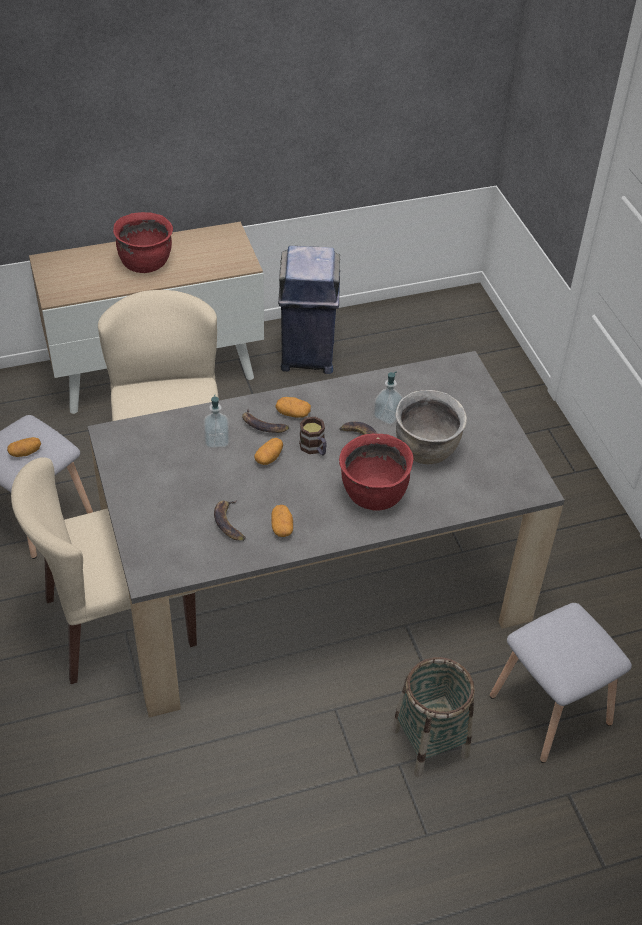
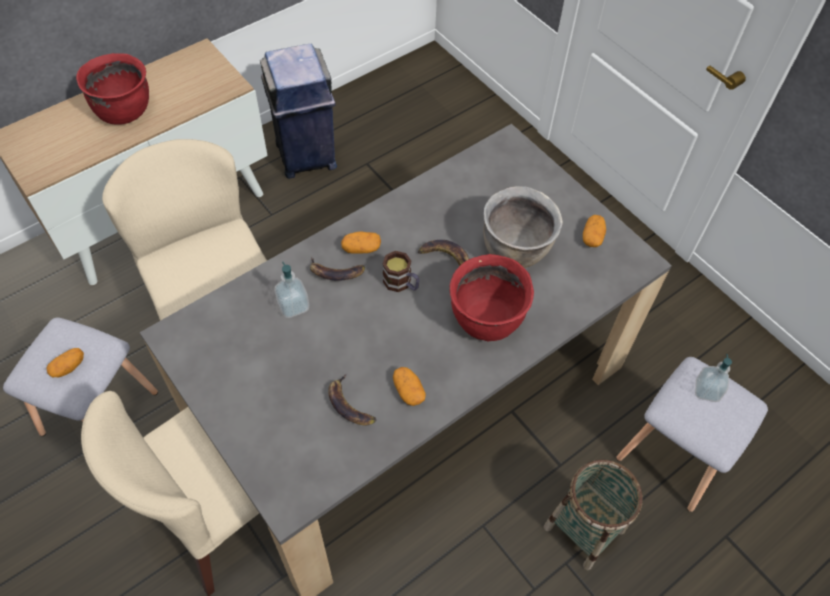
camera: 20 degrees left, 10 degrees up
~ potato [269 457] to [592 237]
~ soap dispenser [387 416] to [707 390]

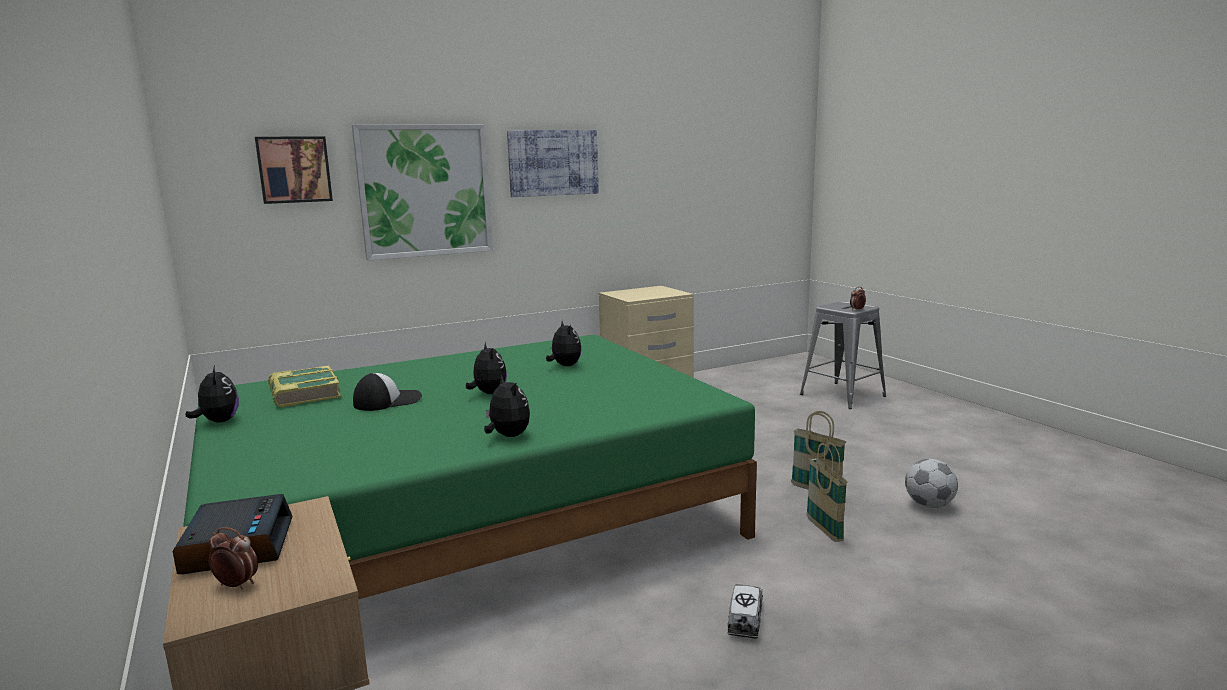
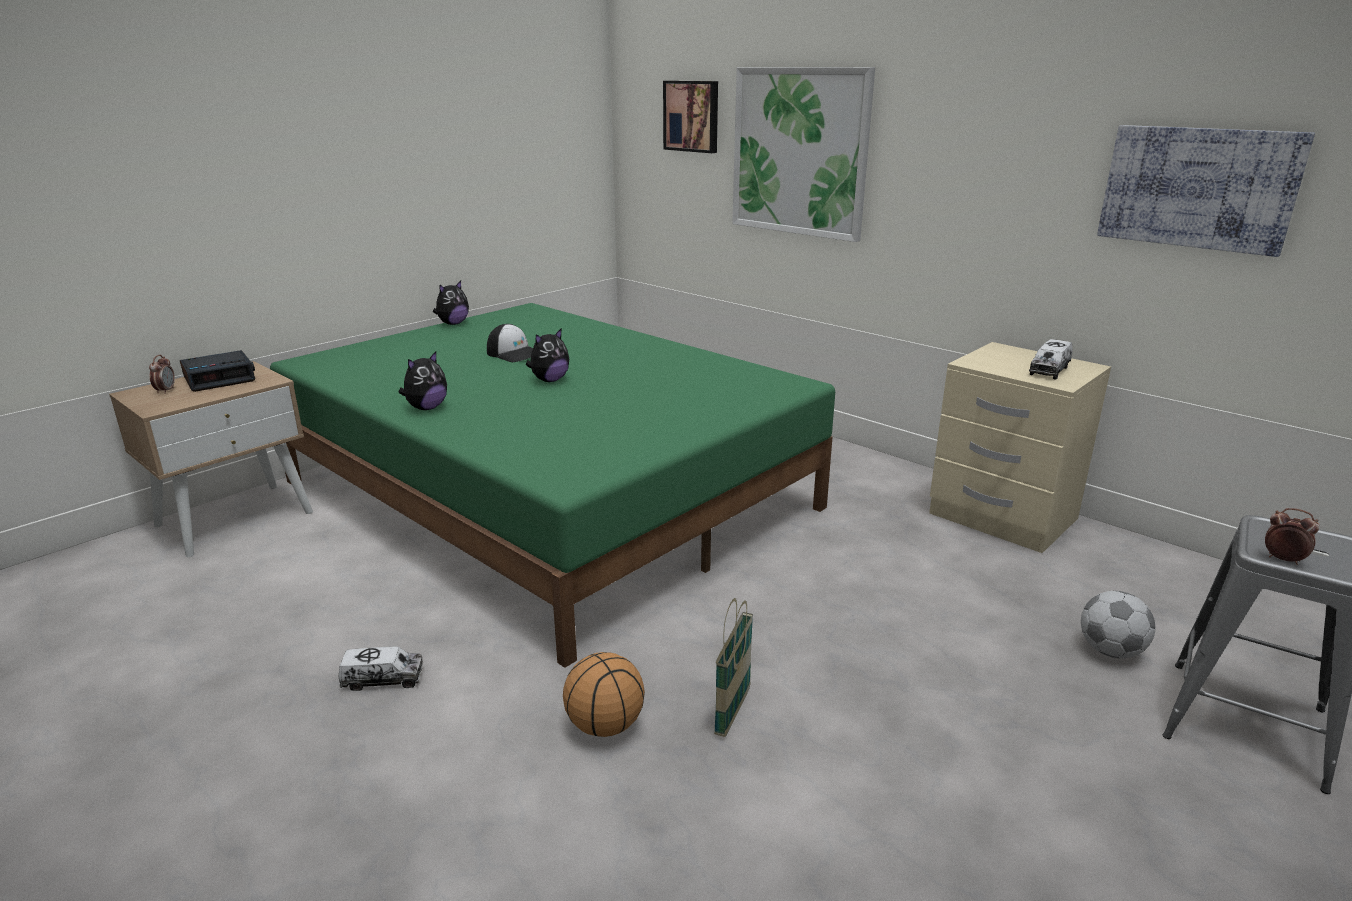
camera: 70 degrees right, 10 degrees up
~ basket [824 530] to basketball [604 726]
+ toy truck [1049 370]
~ football [928 505] to [1110 650]
~ picture [553 163] to [1198 188]
- book [304 394]
- plush toy [564 366]

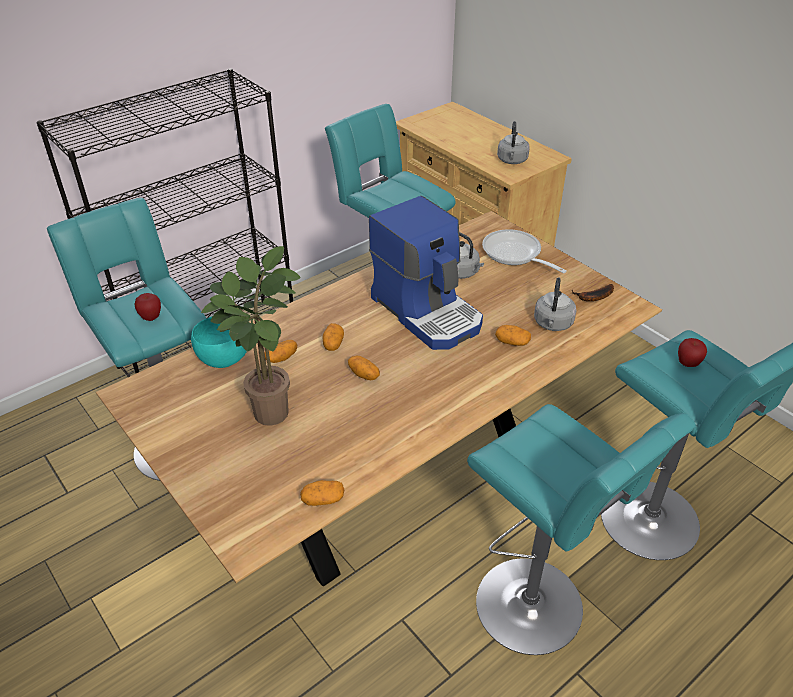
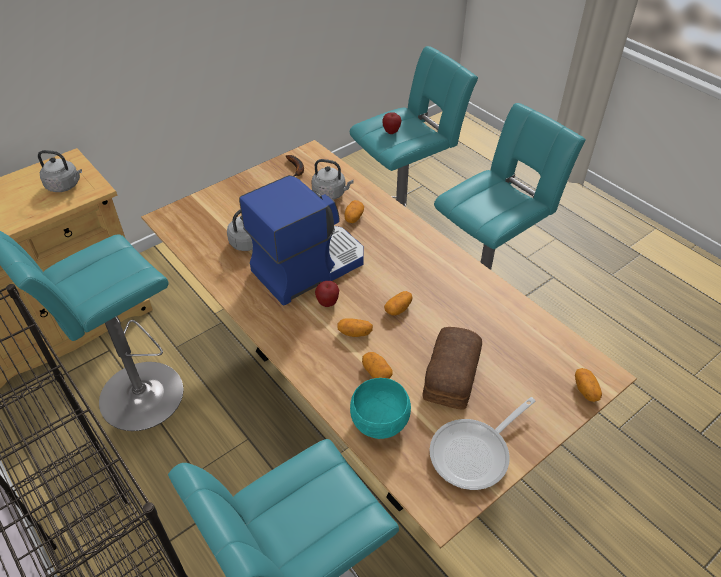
camera: 90 degrees left, 5 degrees up
~ apple [151 317] to [327 303]
~ potted plant [268 409] to bread [450 376]
~ frying pan [515 254] to [475 453]
~ potato [323 500] to [585 390]

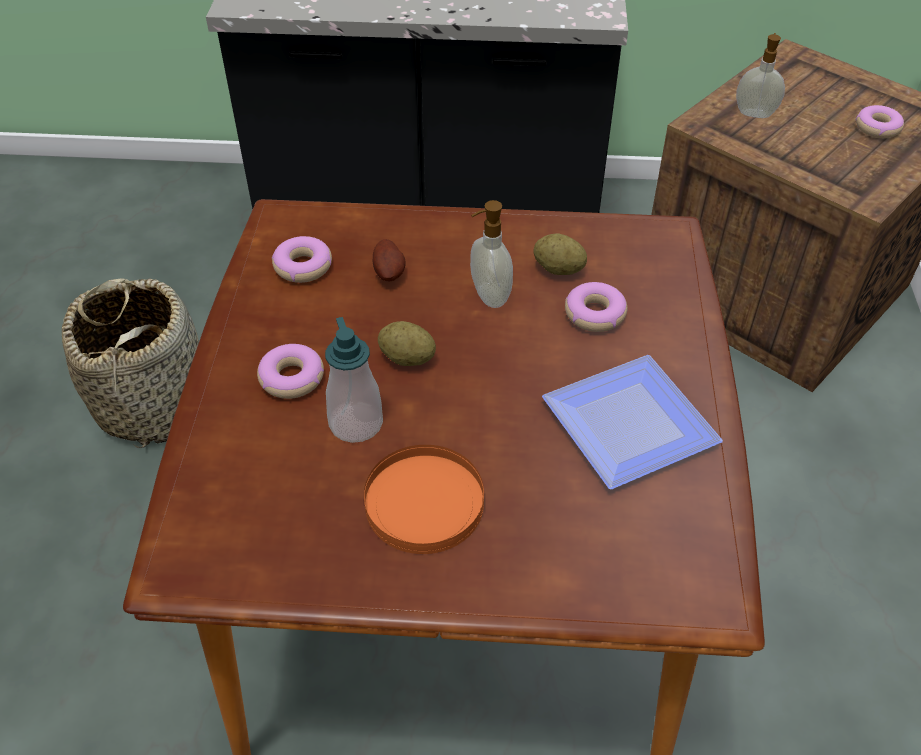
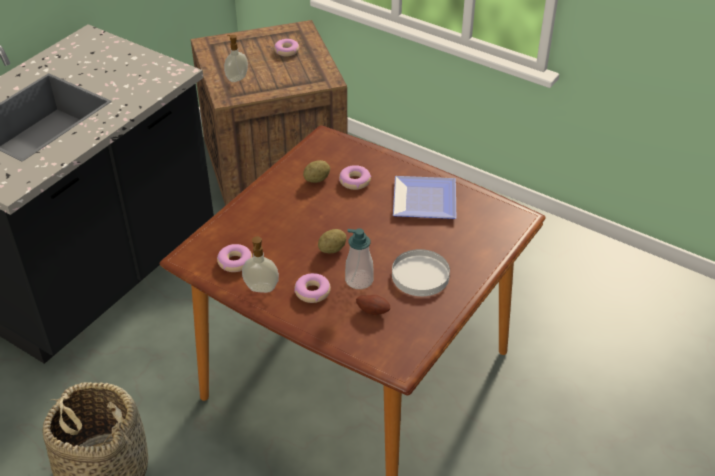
camera: 60 degrees left, 5 degrees down
~ soap dispenser [488 296] to [261 289]
~ potato [389 272] to [373 310]
~ orange plate [423 503] to white plate [420 275]

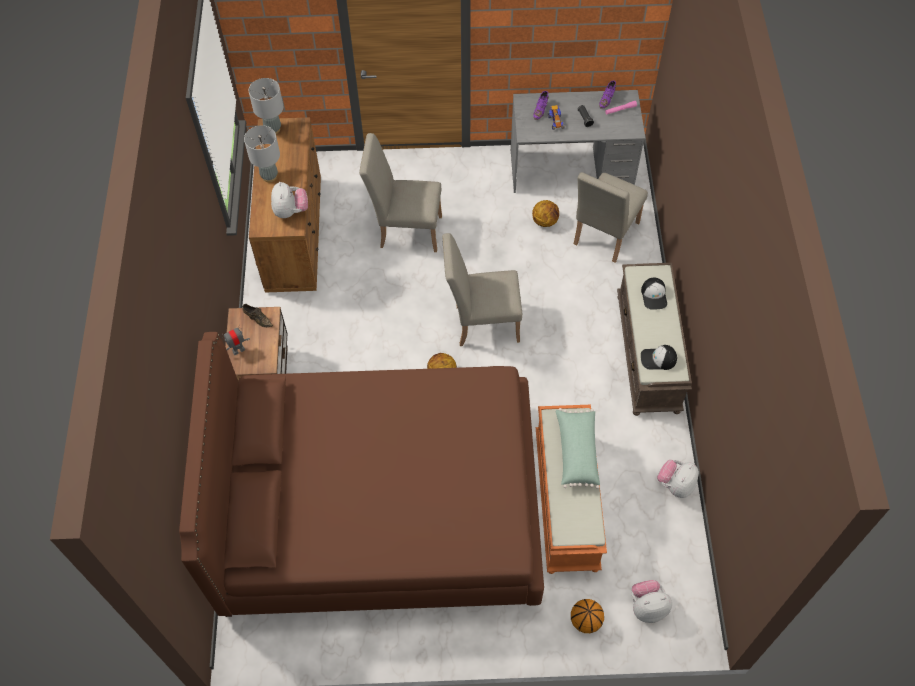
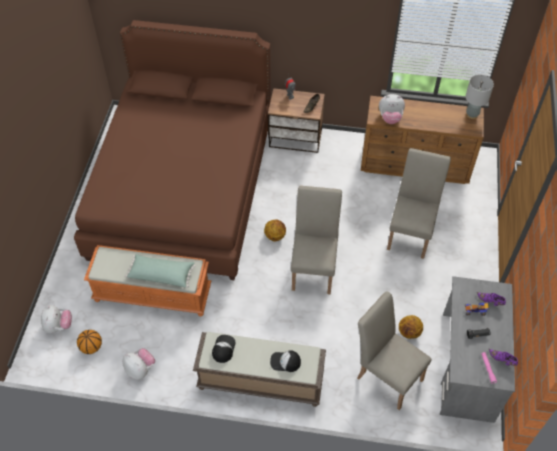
camera: 100 degrees right, 5 degrees down
~ basketball [585 621] to [91 347]
- grey table lamp [269 176]

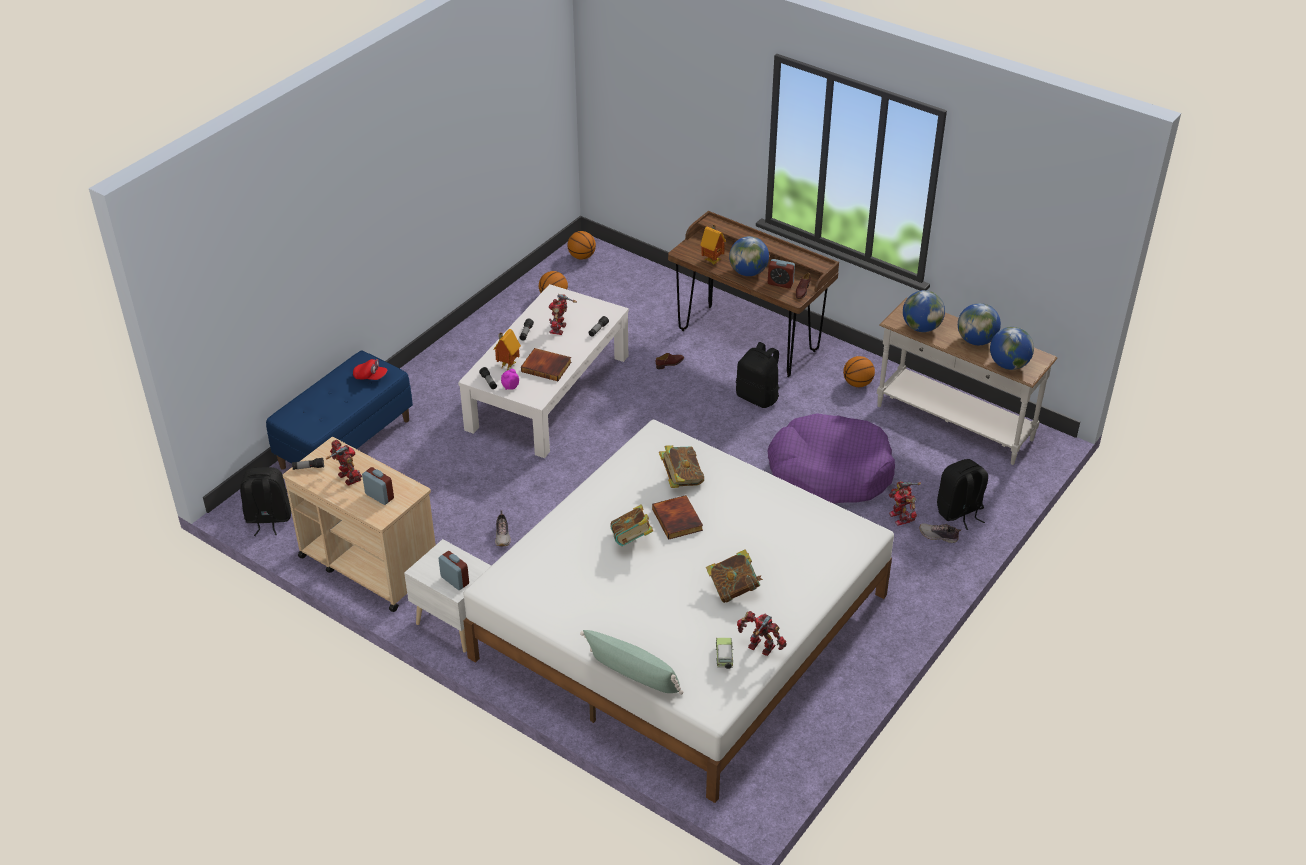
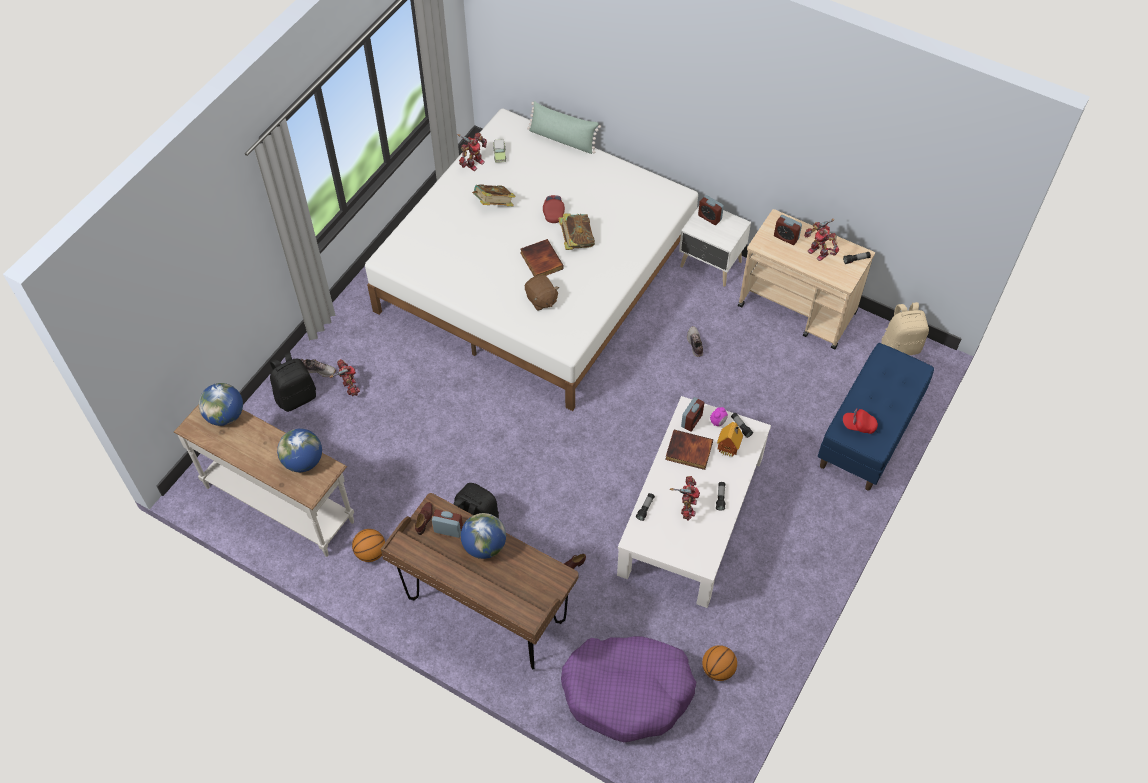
camera: 175 degrees right, 15 degrees up
~ toy robot [760 648] = [473 163] 75 degrees counterclockwise
~ book [681 479] to brown plush toy [541 299]
+ red cap [553 212]
~ purple dog bed [829 472] to [627 691]
+ alarm clock [691 421]
~ black backpack [268 519] to beige backpack [900 346]
- basketball [582 256]
- toy house [712 260]
- globe [976 340]

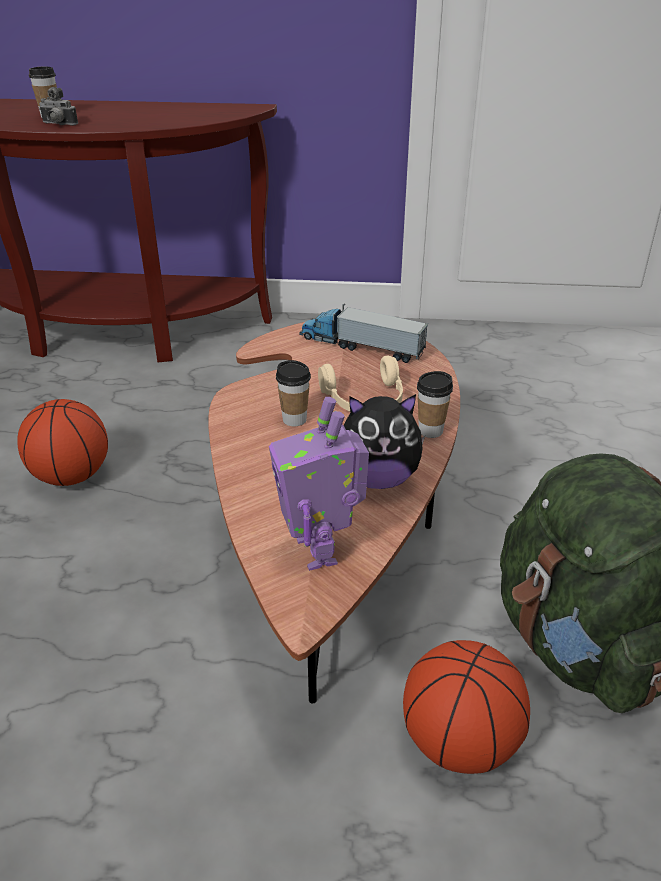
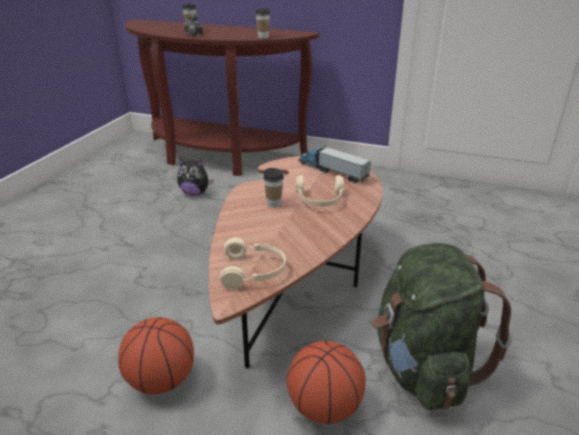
camera: 15 degrees right, 5 degrees down
~ basketball [71 476] to [161 381]
~ plush toy [378 479] to [195 193]
~ toy robot [320 550] to beige headphones [254 271]
~ cup [430 431] to [263 37]

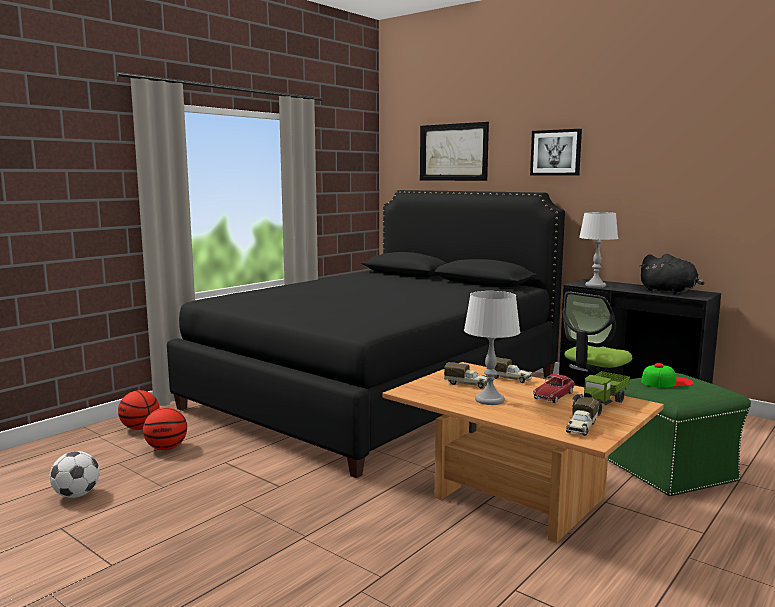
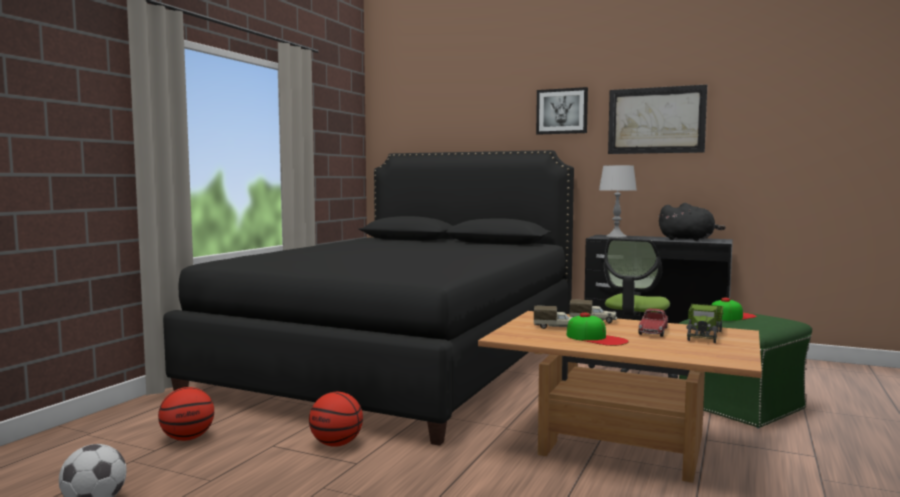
camera: 15 degrees left, 5 degrees down
~ basketball [140 428] to [336 444]
~ grey table lamp [489 400] to cap [596 338]
~ picture [453 152] to [656 120]
- toy truck [581 428]

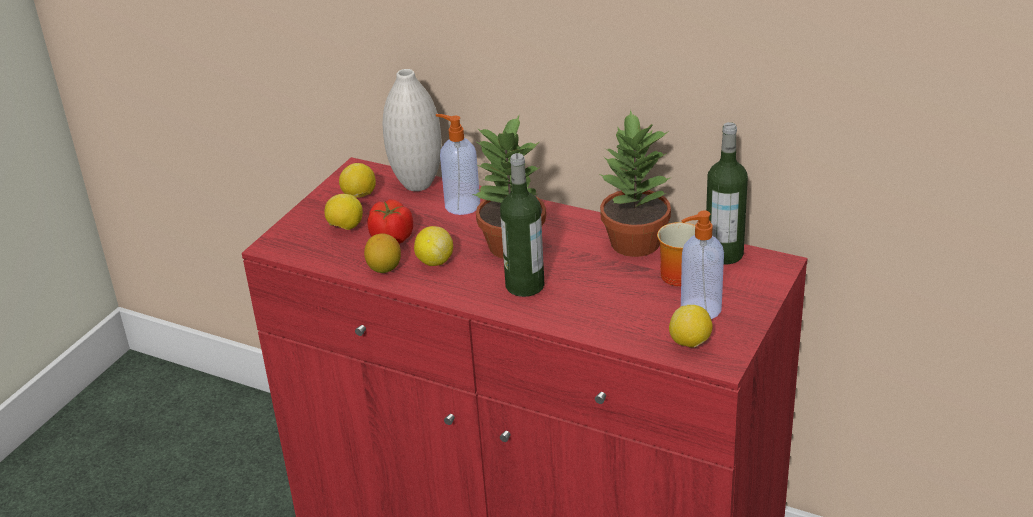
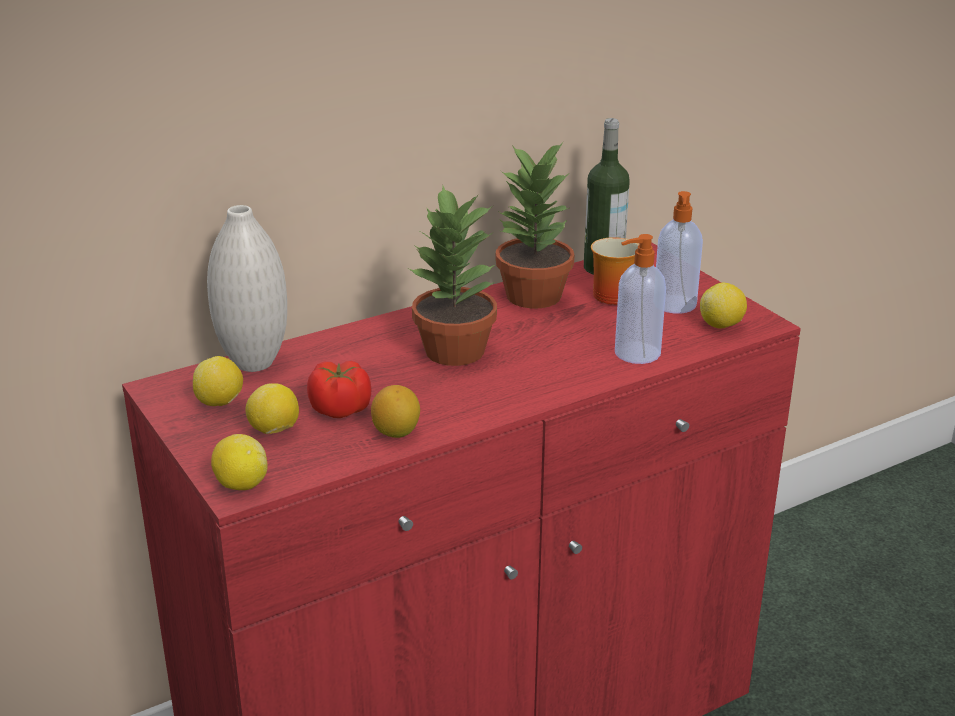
camera: 60 degrees left, 5 degrees down
~ lemon [434 261] to [241 484]
~ soap dispenser [461 205] to [635 353]
- bottle [525 285]

